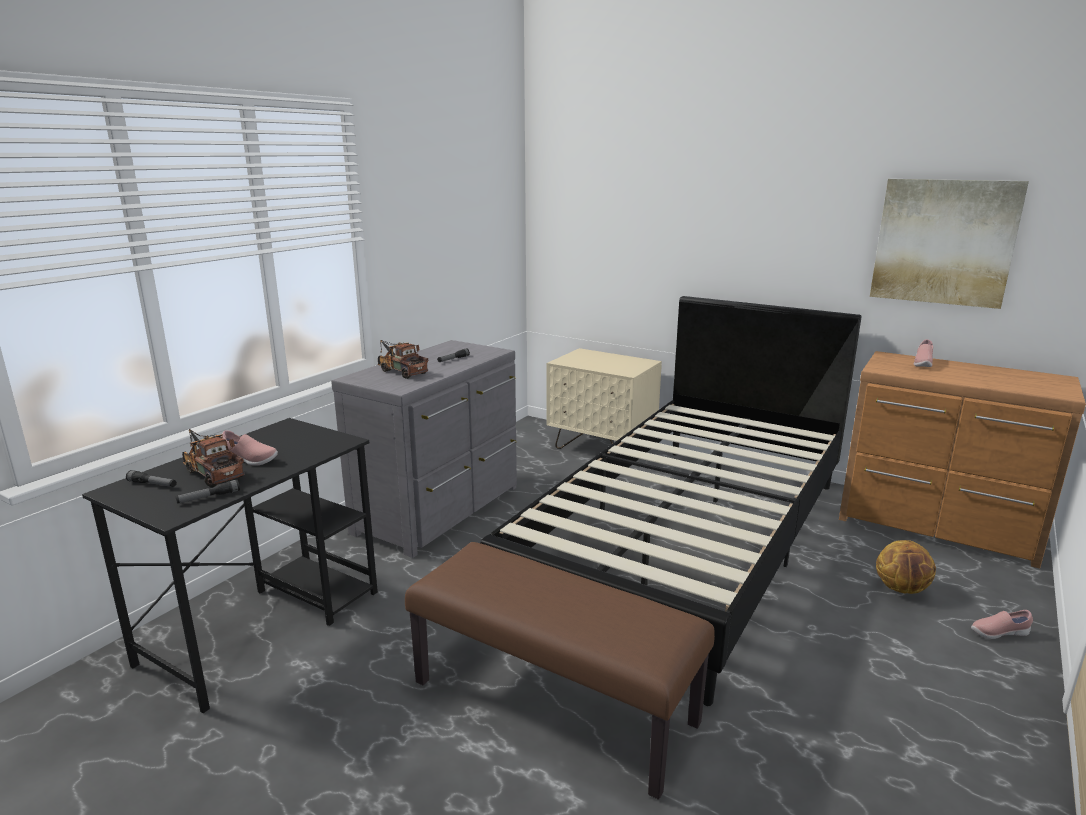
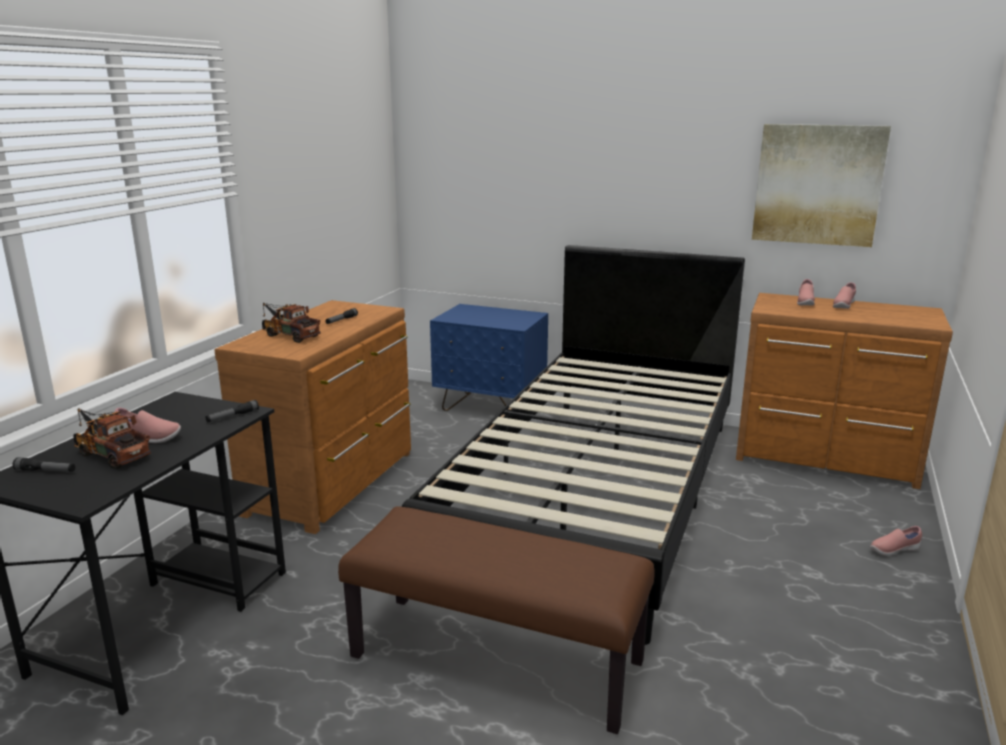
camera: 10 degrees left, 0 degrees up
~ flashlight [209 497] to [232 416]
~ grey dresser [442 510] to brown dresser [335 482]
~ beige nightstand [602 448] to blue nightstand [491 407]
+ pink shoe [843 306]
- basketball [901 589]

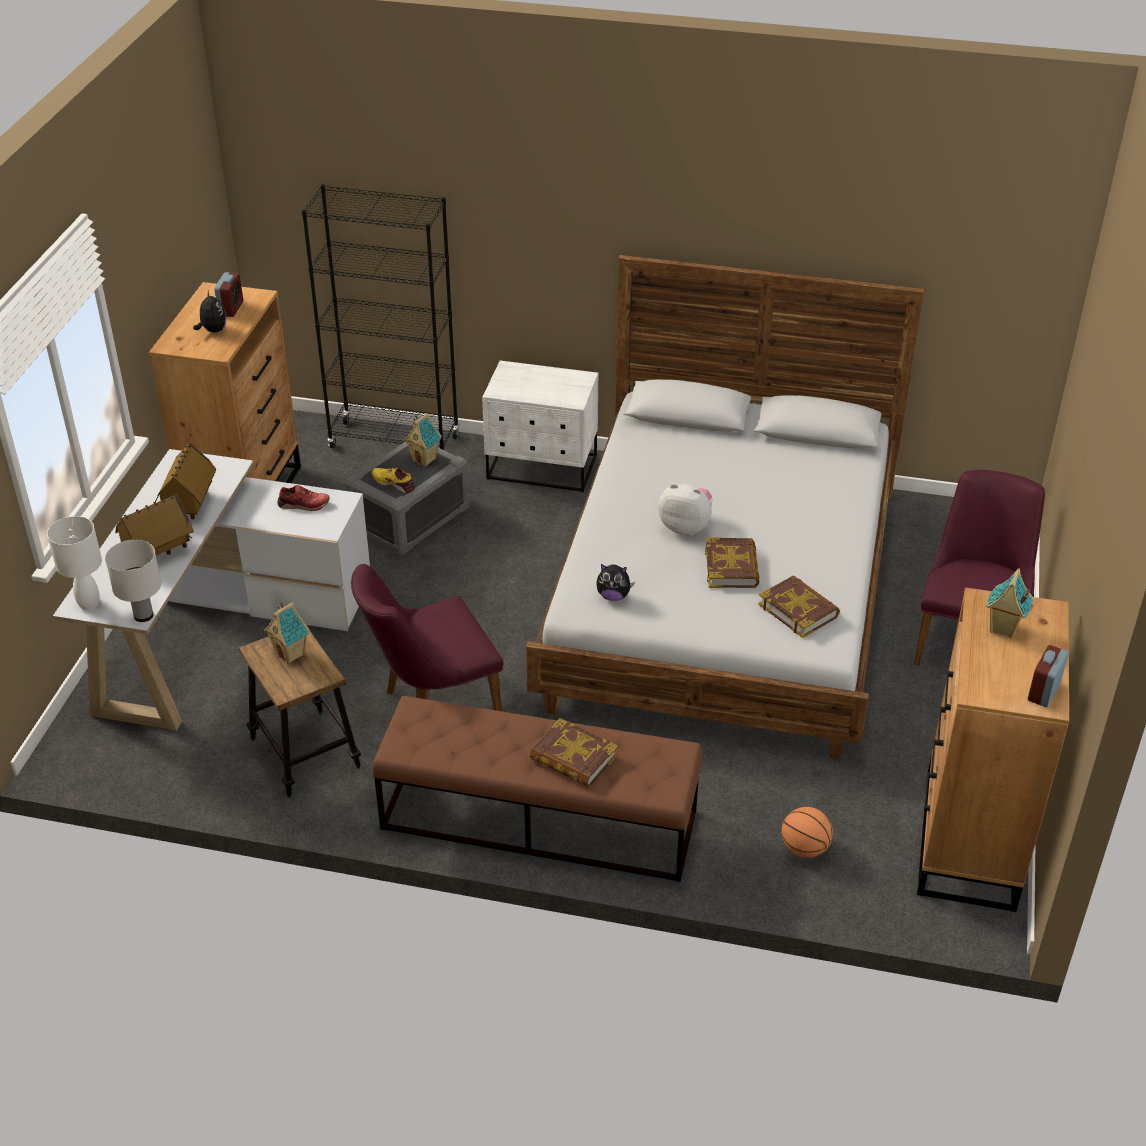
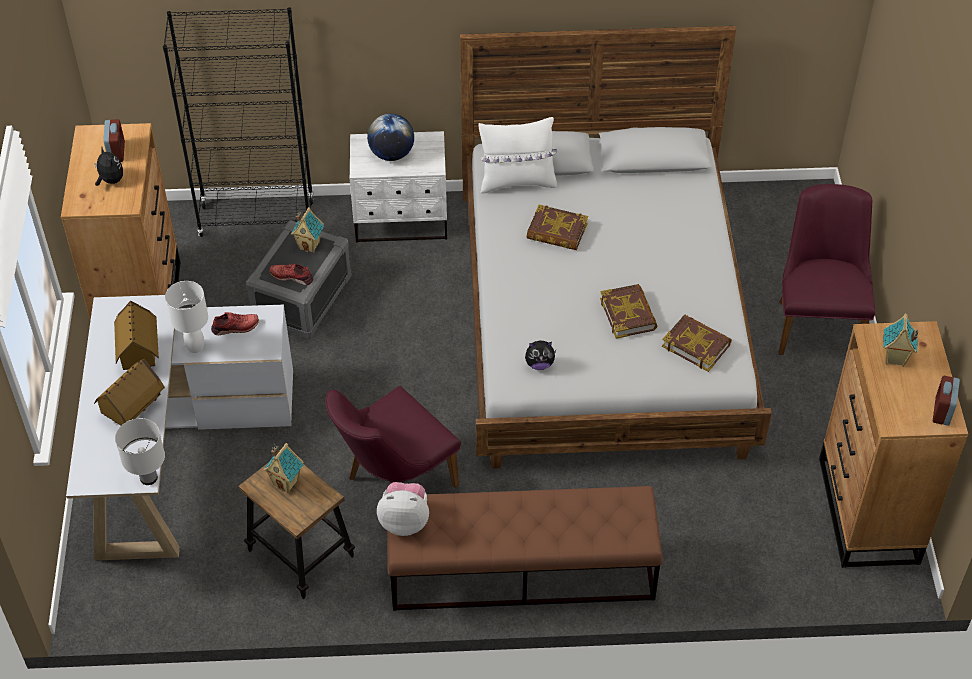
camera: 15 degrees left, 10 degrees up
~ white table lamp [89 603] to [195 346]
~ yellow shoe [394 483] to red shoe [292 276]
+ globe [392 154]
~ plush toy [685 527] to [405 521]
+ white pillow [517 182]
~ book [573 758] to [557 232]
- basketball [804 849]

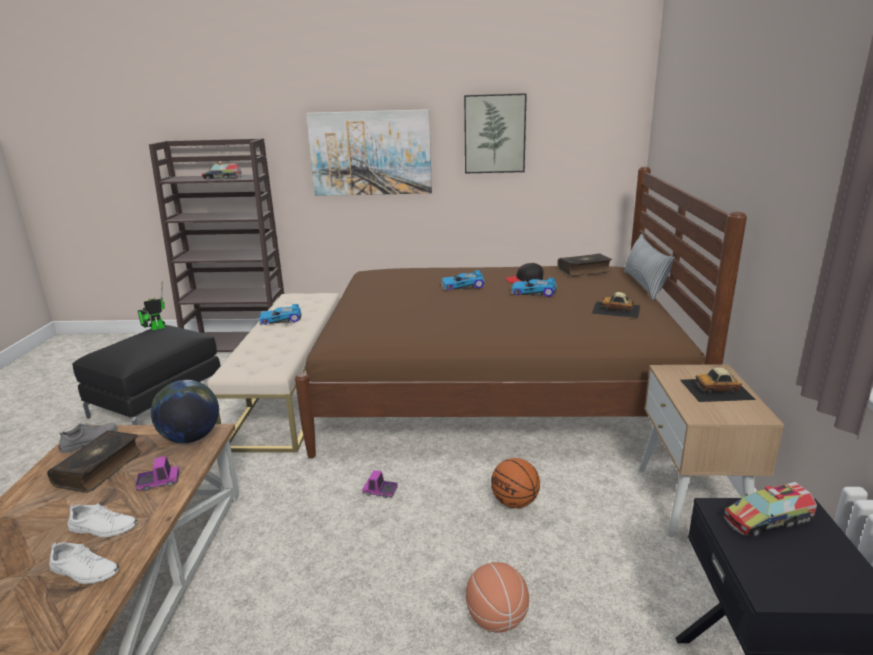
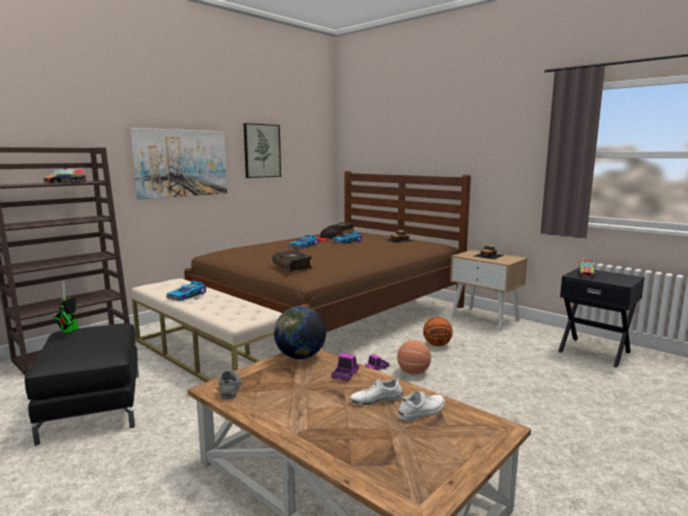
camera: 50 degrees left, 10 degrees down
~ book [100 468] to [293 266]
~ white shoe [103 528] = [376 399] 150 degrees counterclockwise
~ basketball [496 619] to [413 372]
- pillow [644 285]

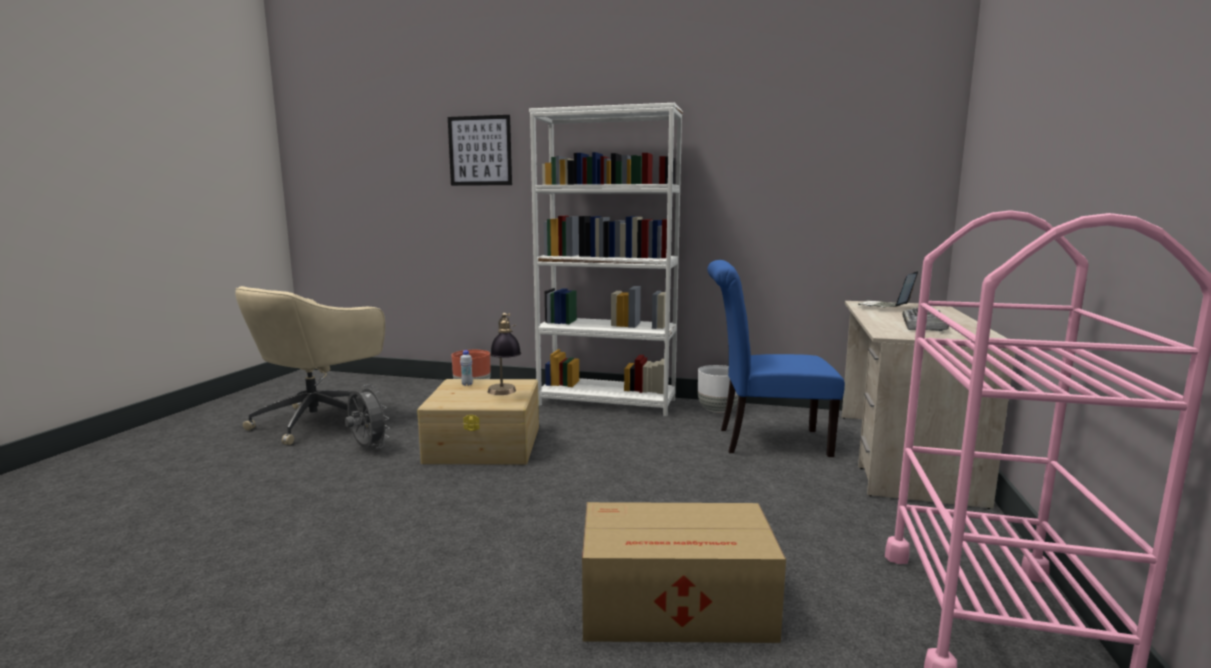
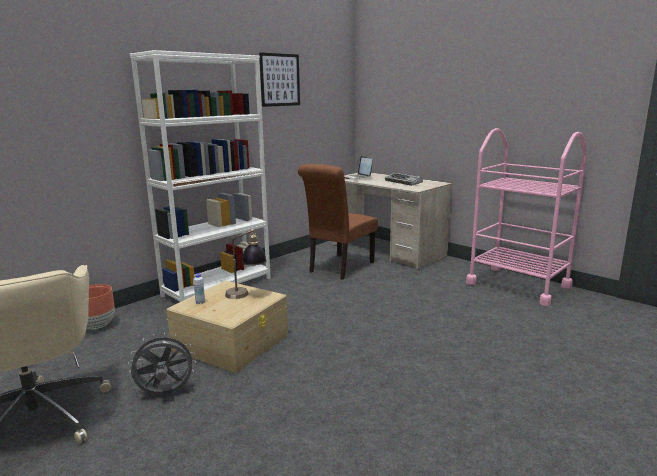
camera: 60 degrees left, 5 degrees up
~ picture [480 151] to [280 80]
~ blue chair [765 441] to brown chair [339 268]
- cardboard box [678 606]
- white planter [718 410]

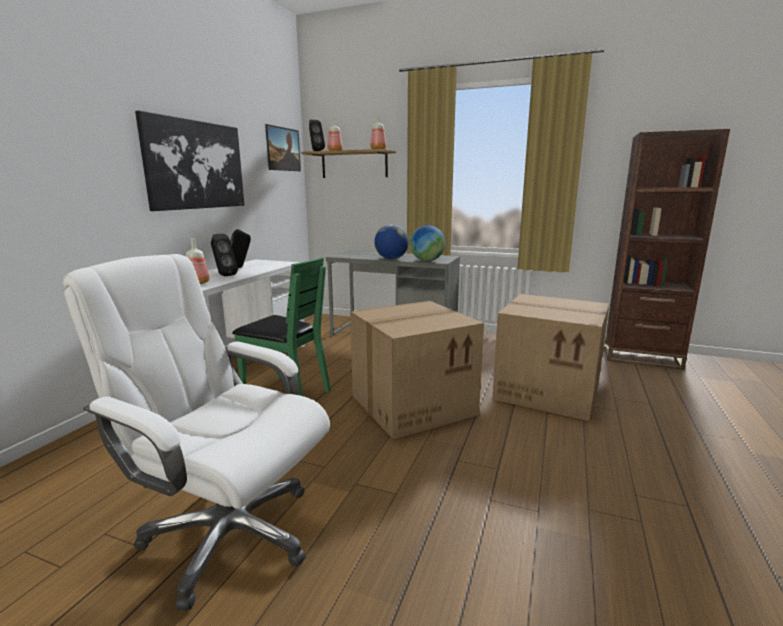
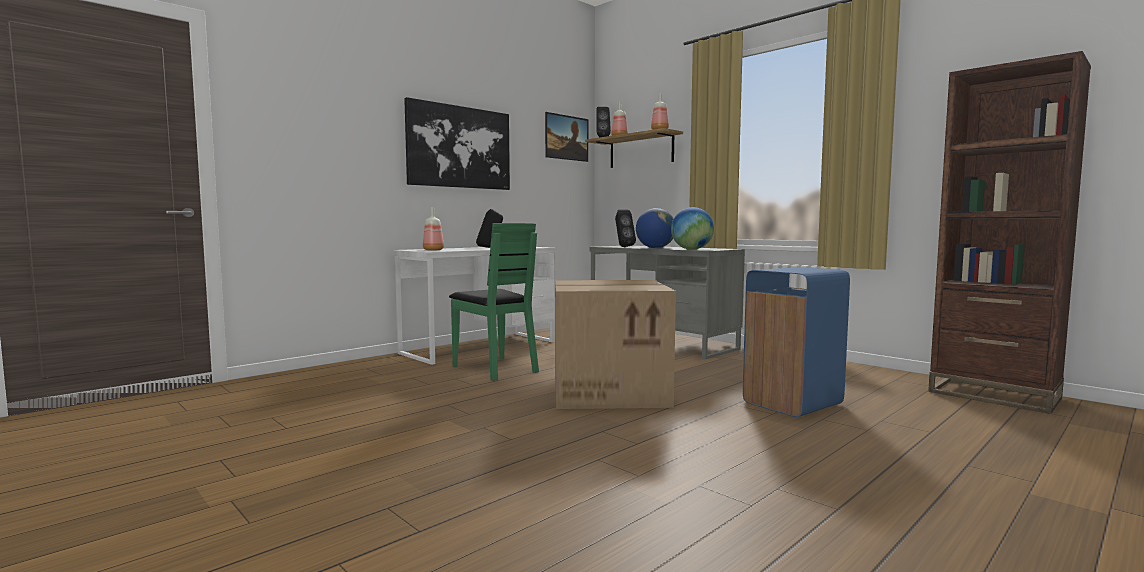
camera: 25 degrees right, 10 degrees down
~ black speaker [224 276] to [623 247]
~ cardboard box [549 391] to blue trash can [793 403]
- white office chair [228 533]

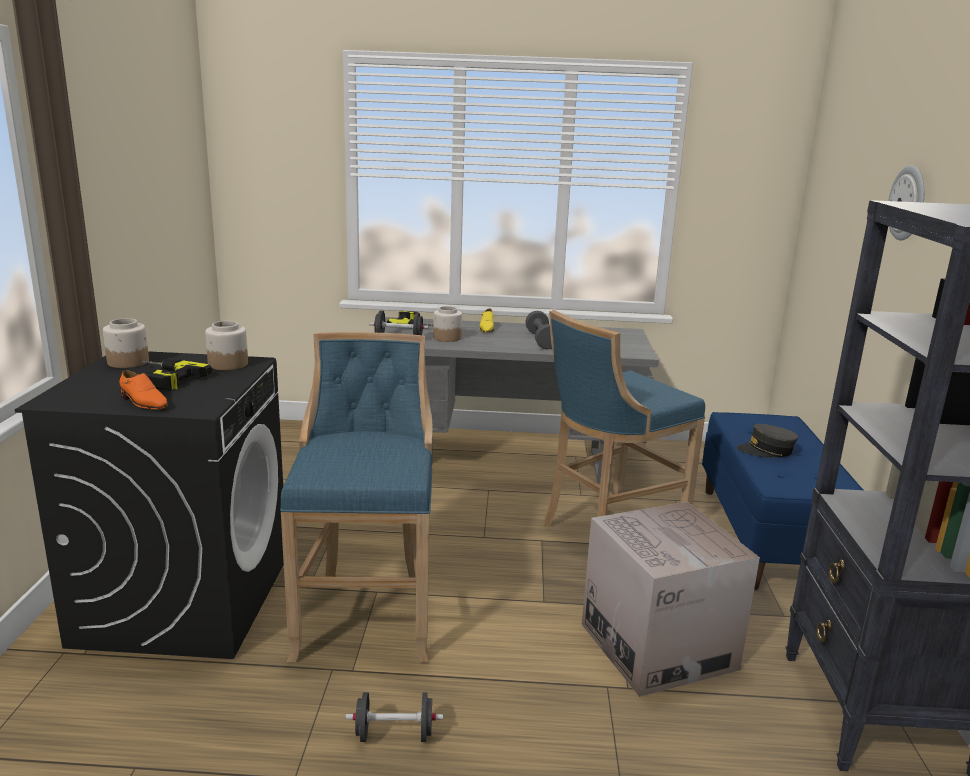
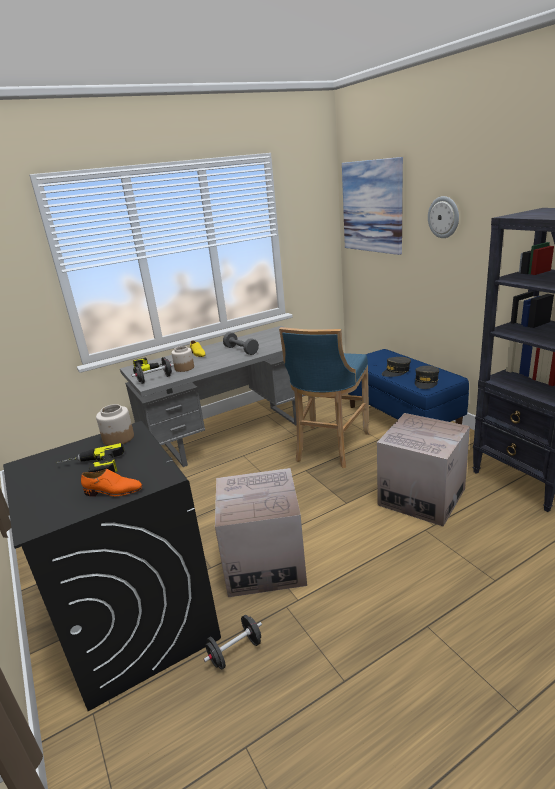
camera: 30 degrees left, 5 degrees up
~ black dumbbell [394 735] to [235 652]
~ blue stool [367 613] to cardboard box [264 562]
+ picture [372 206]
+ grey cap [426 382]
- jar [128 362]

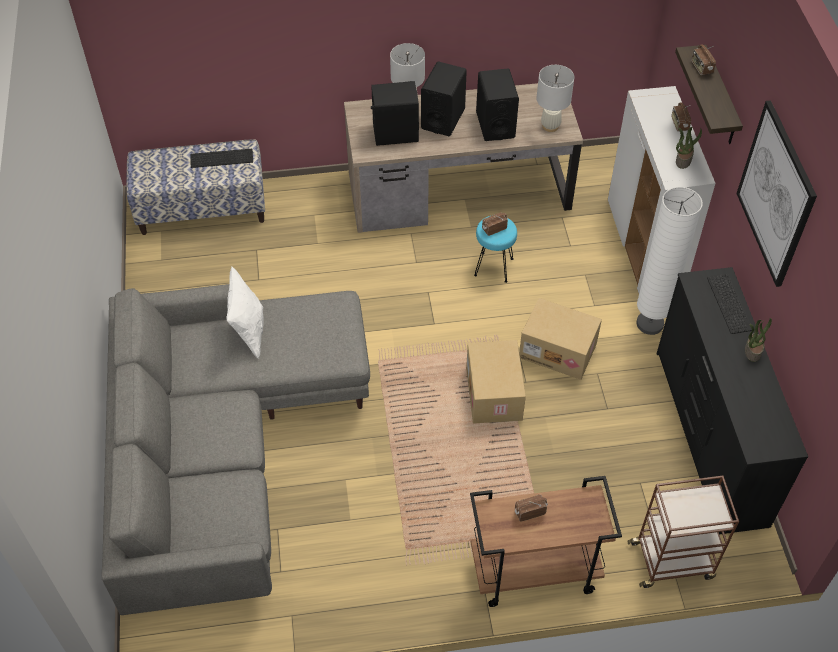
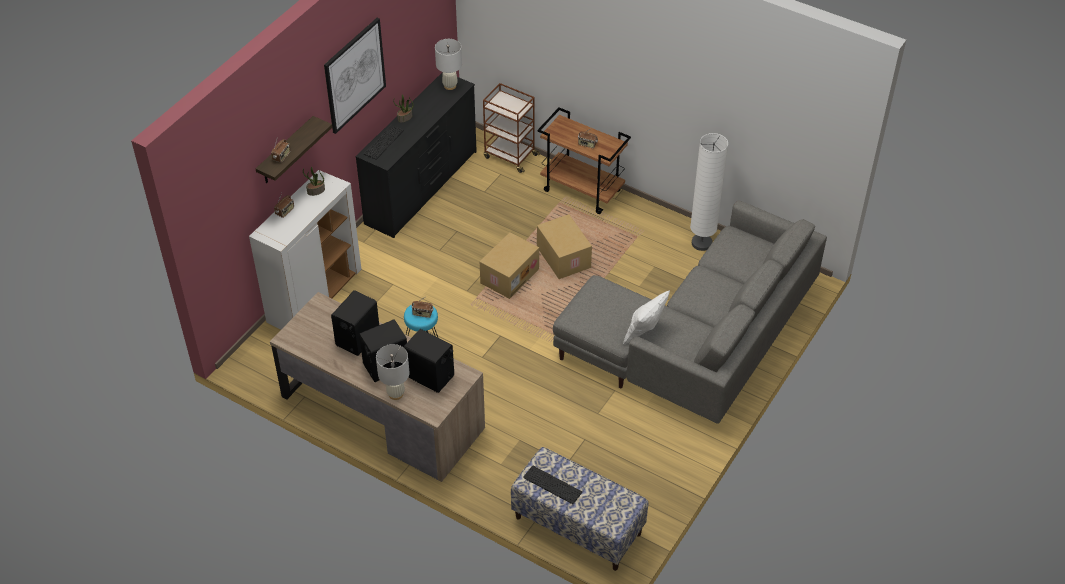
camera: 140 degrees left, 5 degrees down
~ white table lamp [550 126] to [450 86]
~ cardboard box [558 350] to [562 257]
~ white floor lamp [650 324] to [701 243]

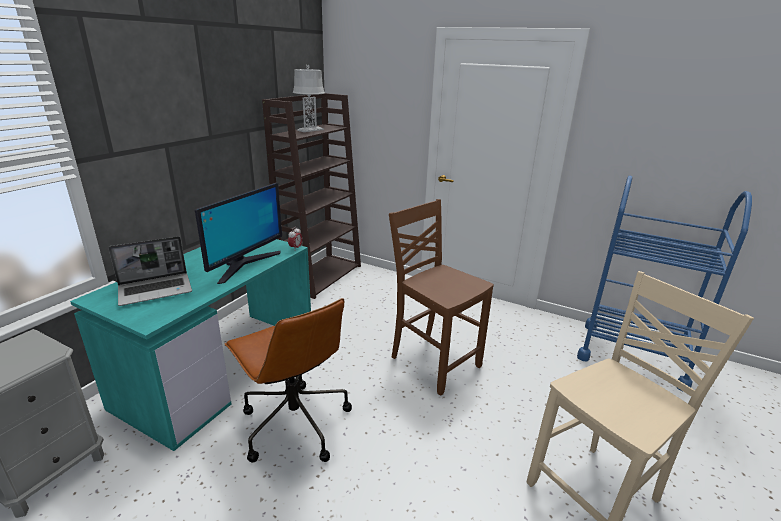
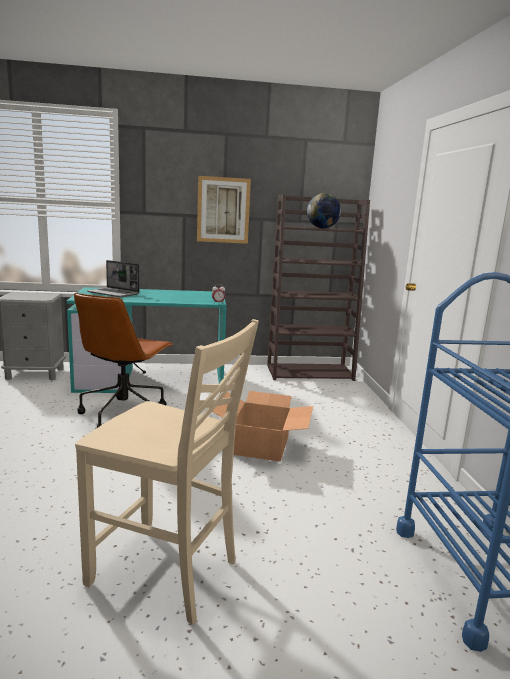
camera: 55 degrees right, 10 degrees down
+ picture [223 210]
~ brown chair [433 361] to cardboard box [261 445]
~ grey table lamp [310 130] to globe [322 228]
- monitor [244 264]

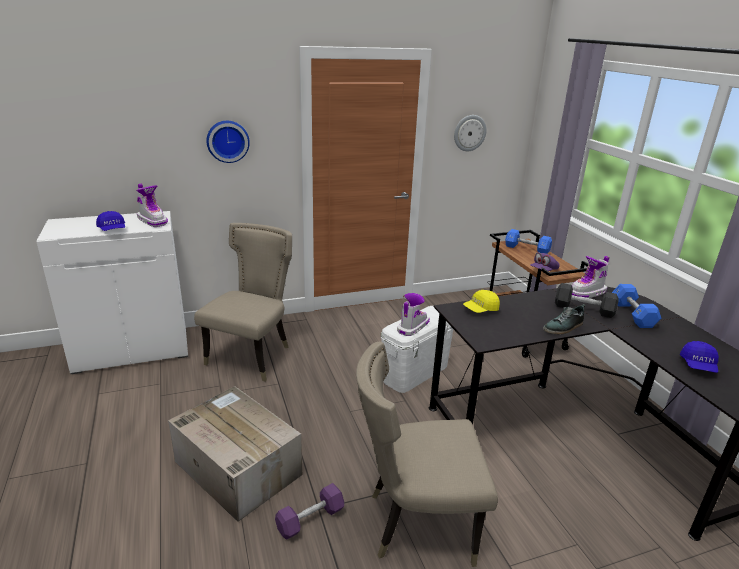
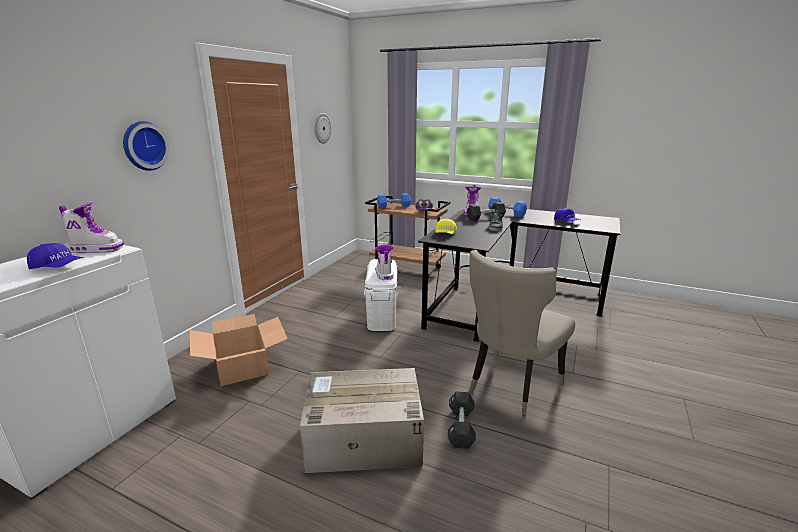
camera: 45 degrees left, 5 degrees down
~ beige chair [253 355] to cardboard box [243 366]
~ purple dumbbell [310 519] to black dumbbell [461 427]

